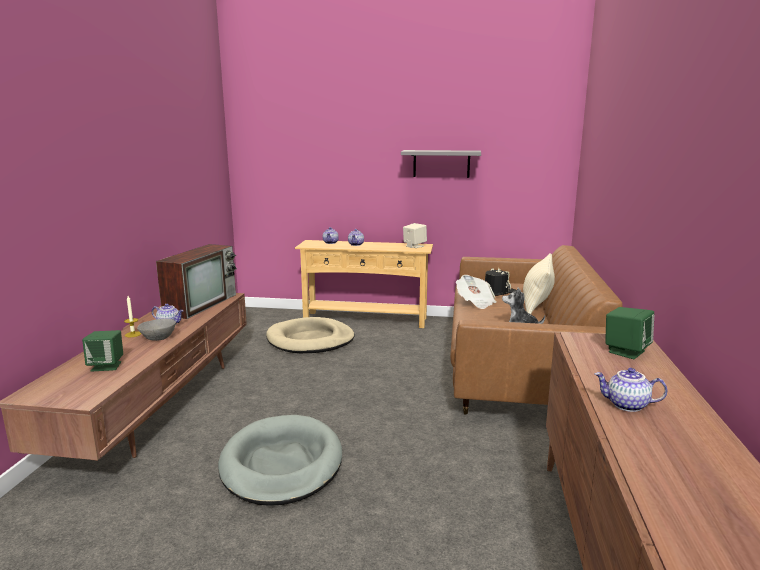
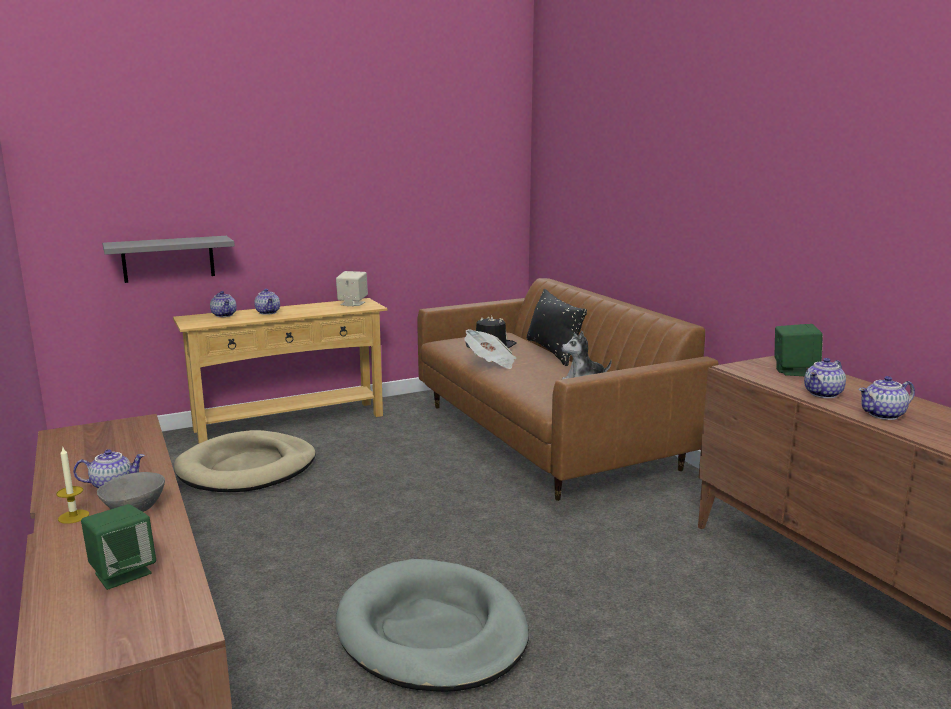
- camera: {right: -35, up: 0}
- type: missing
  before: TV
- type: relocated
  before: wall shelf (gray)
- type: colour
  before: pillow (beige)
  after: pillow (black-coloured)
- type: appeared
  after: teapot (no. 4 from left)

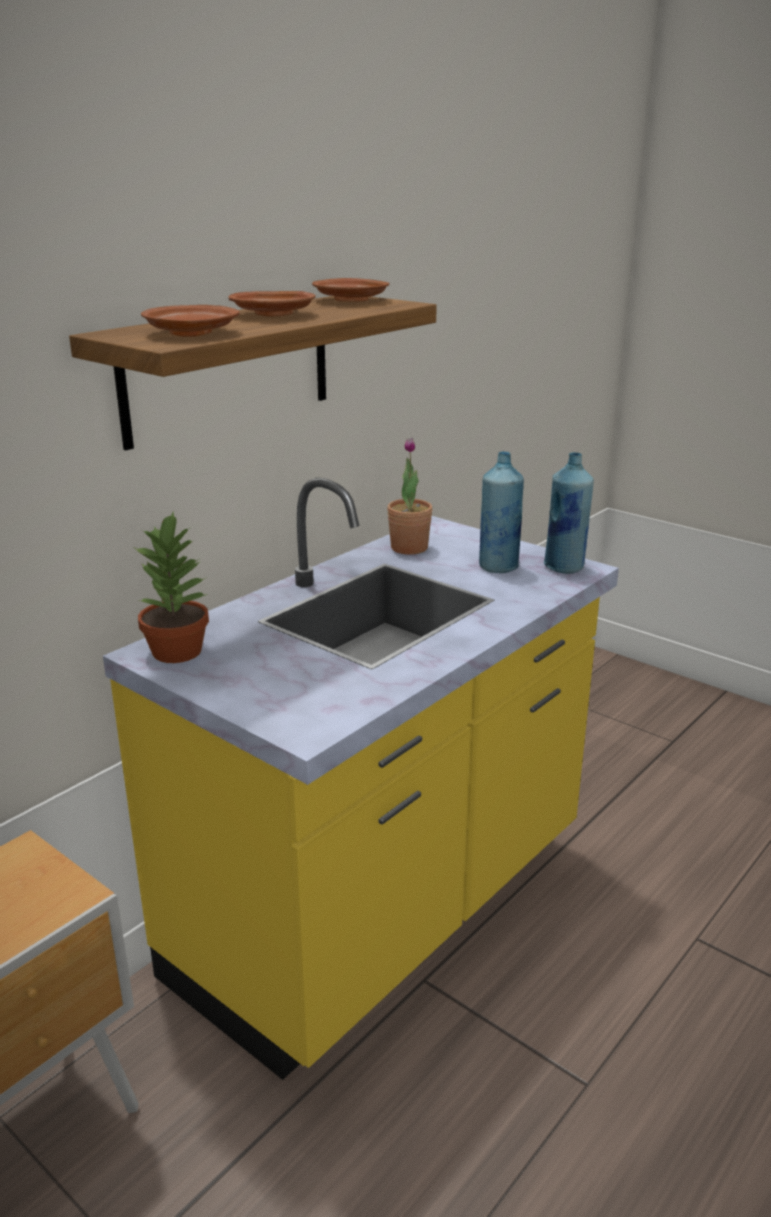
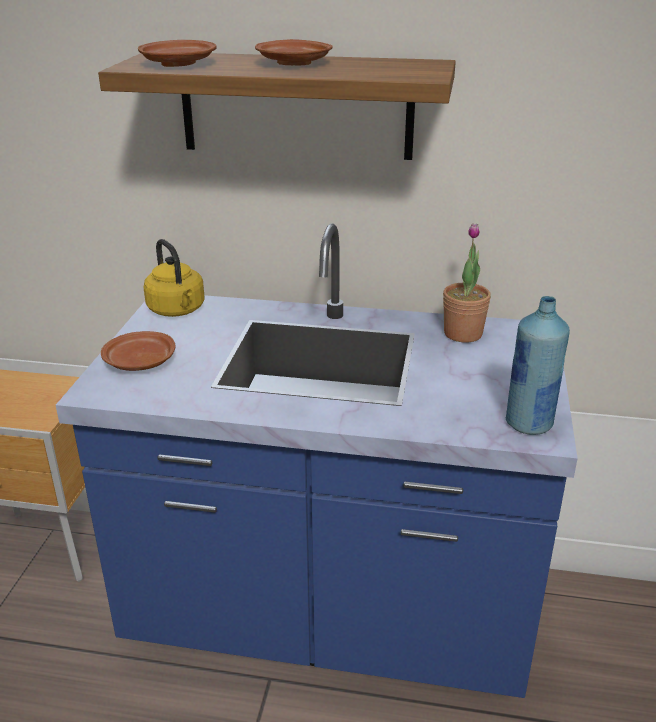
- camera: {right: 60, up: 5}
- type: colour
  before: kitchen counter (yellowish)
  after: kitchen counter (blue)
- type: exchanged
  before: potted plant (no. 1 from left)
  after: tea kettle (yellowish)
- type: relocated
  before: dinner plate (brownish) (no. 3 from left in the first image)
  after: dinner plate (brownish) (no. 1 from left)
- type: missing
  before: bottle (blue) (no. 1 from left)

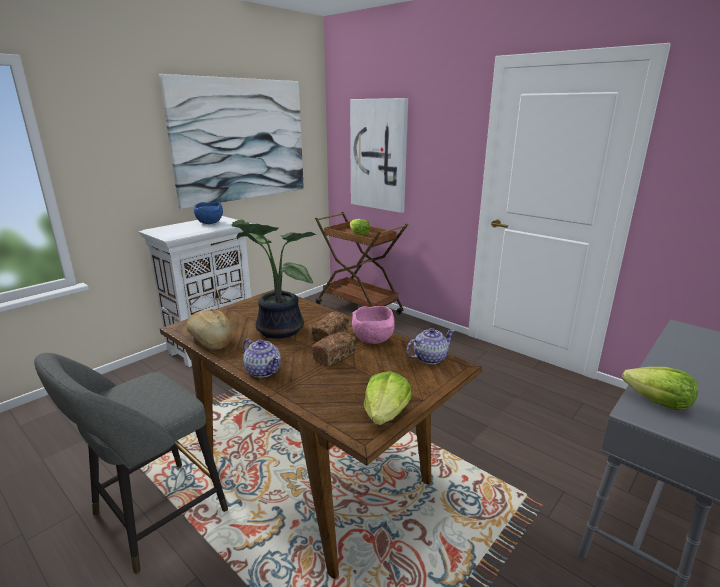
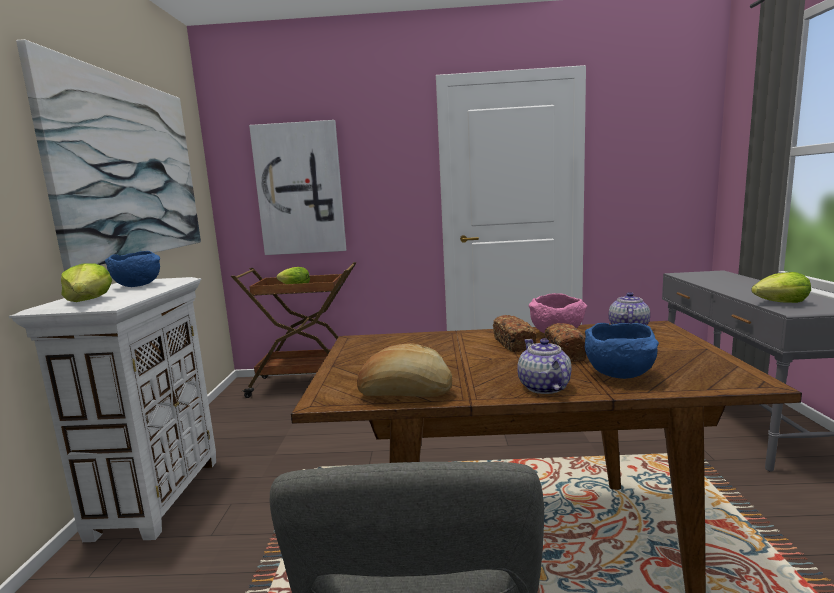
- camera: {right: -40, up: -10}
- type: missing
  before: potted plant
- type: spun
  before: teapot (no. 1 from left)
  turn: -105
- type: relocated
  before: head of lettuce (no. 2 from left in the first image)
  after: head of lettuce (no. 1 from left)
- type: appeared
  after: bowl (blue) (no. 2 from left)

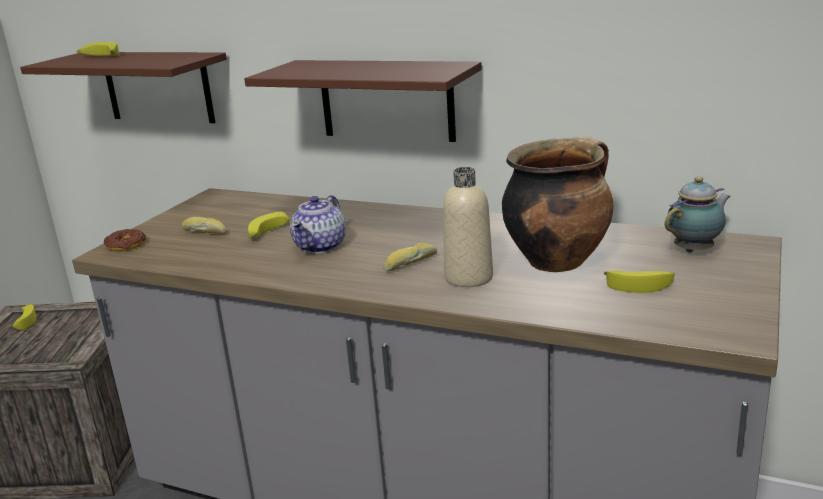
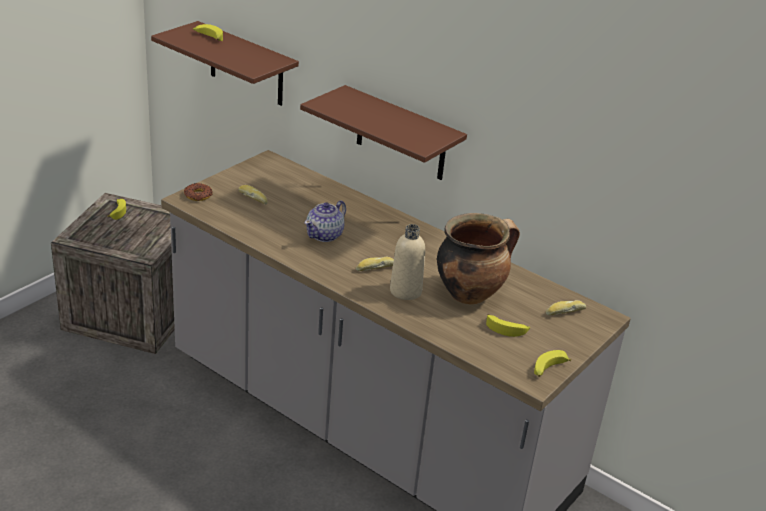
- camera: {right: 10, up: 10}
- type: relocated
  before: banana (no. 3 from left in the first image)
  after: banana (no. 4 from left)
- type: exchanged
  before: teapot (no. 2 from left)
  after: bakery bread (no. 3 from left)

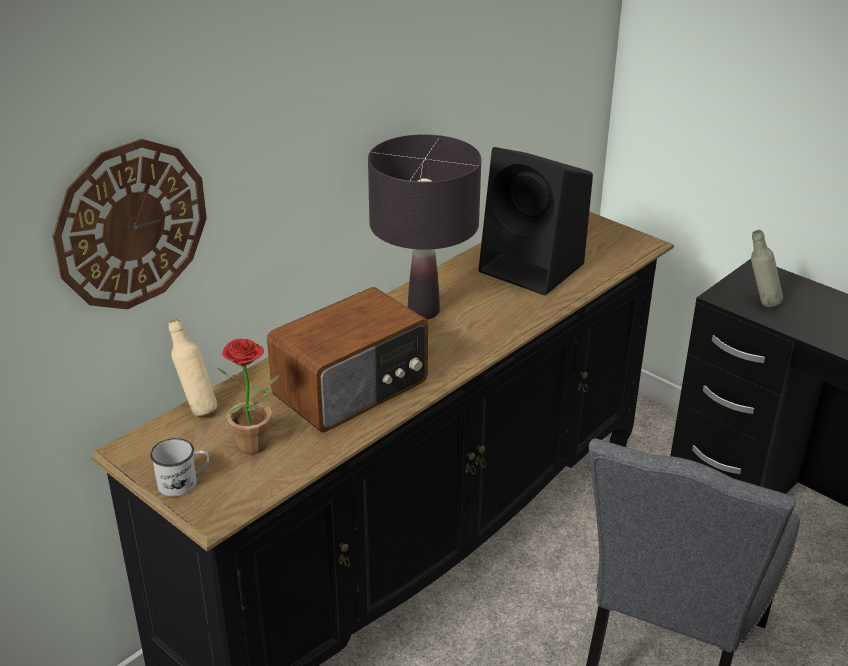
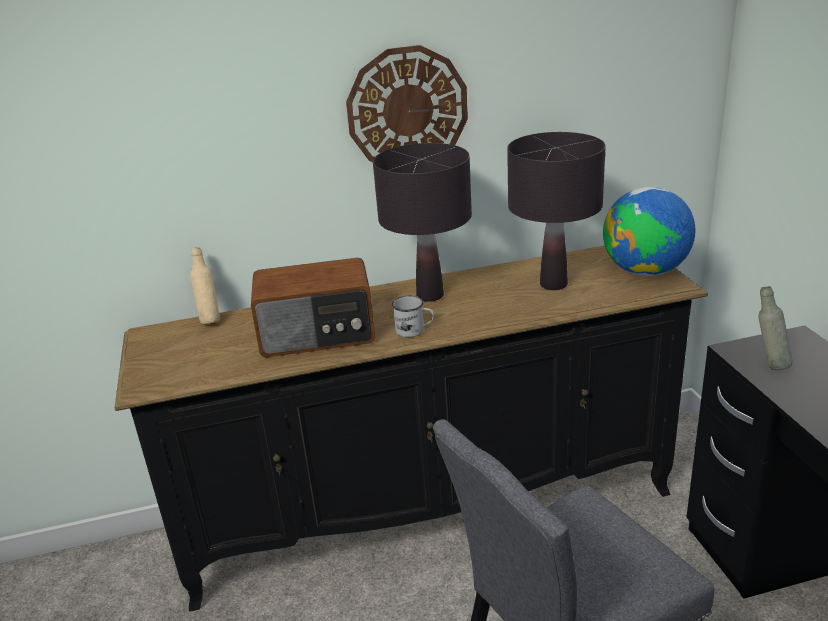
- camera: {right: 35, up: -5}
- type: relocated
  before: clock on the wall
- type: relocated
  before: coffee mug (white-coloured)
- type: missing
  before: potted plant
- type: exchanged
  before: speaker (black-coloured)
  after: tabletop lamp (black-coloured) (no. 2 from left)
- type: appeared
  after: globe

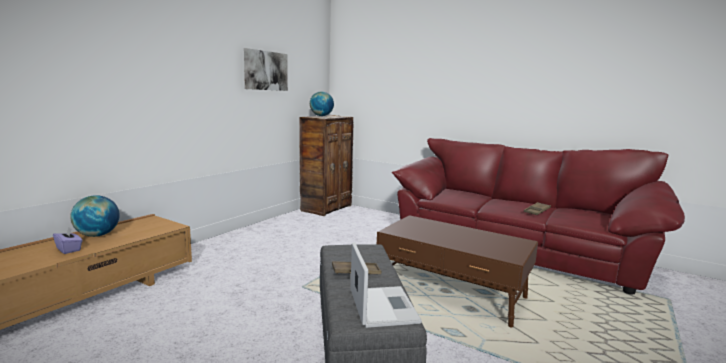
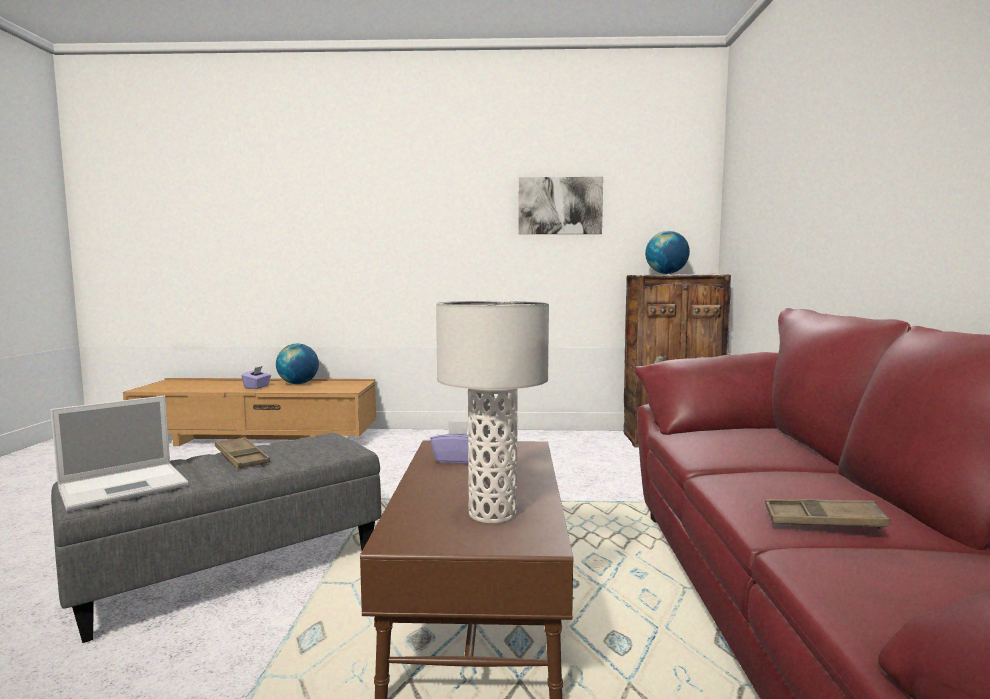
- camera: {right: 60, up: -5}
- type: appeared
  after: box of tissues (purple-coloured) (no. 2 from left)
- type: appeared
  after: tabletop lamp (white-coloured)

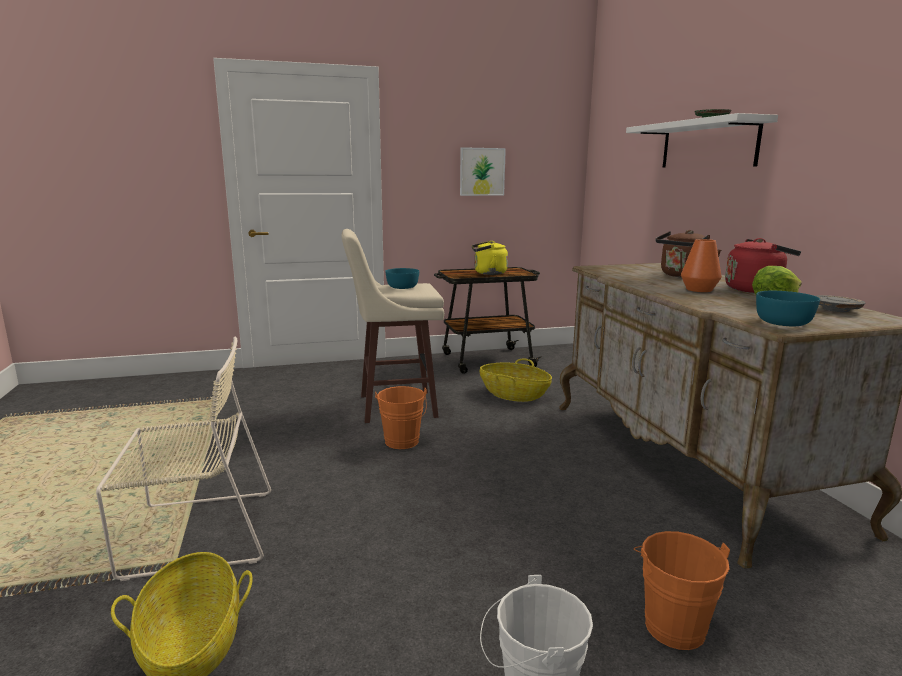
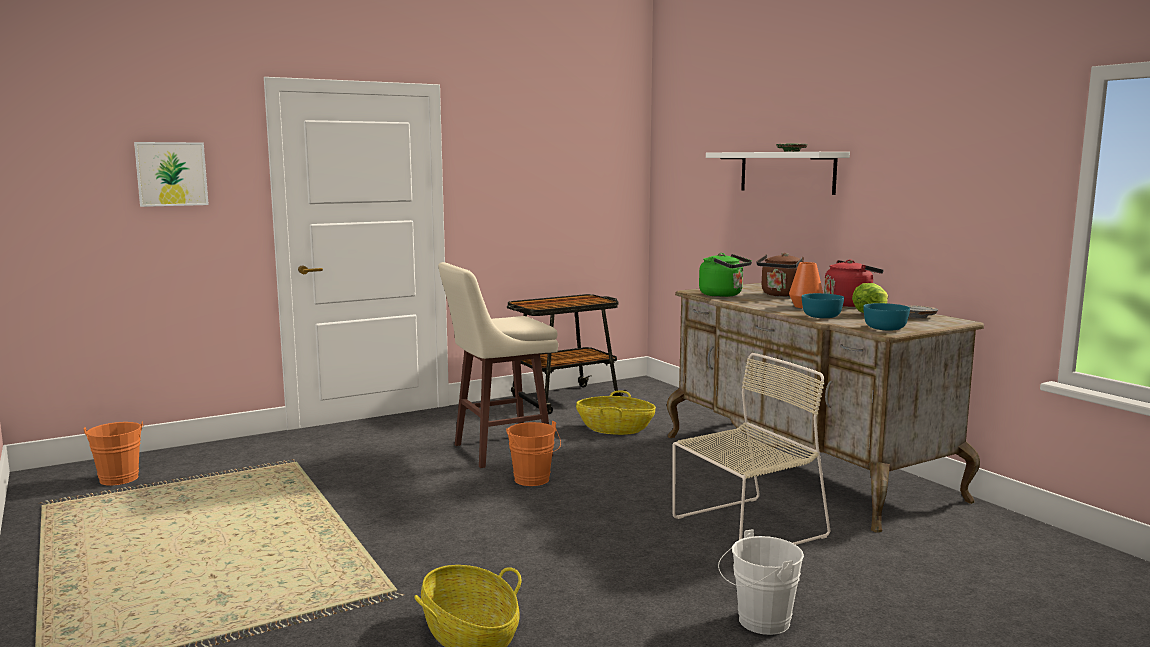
- camera: {right: -15, up: -5}
- type: relocated
  before: chair (beige)
- type: relocated
  before: bowl (turquoise) (no. 1 from left)
- type: relocated
  before: wall art
- type: missing
  before: tea kettle (yellowish)
- type: relocated
  before: pail (orange) (no. 2 from left in the first image)
  after: pail (orange) (no. 1 from left)
- type: appeared
  after: tea kettle (greenish)

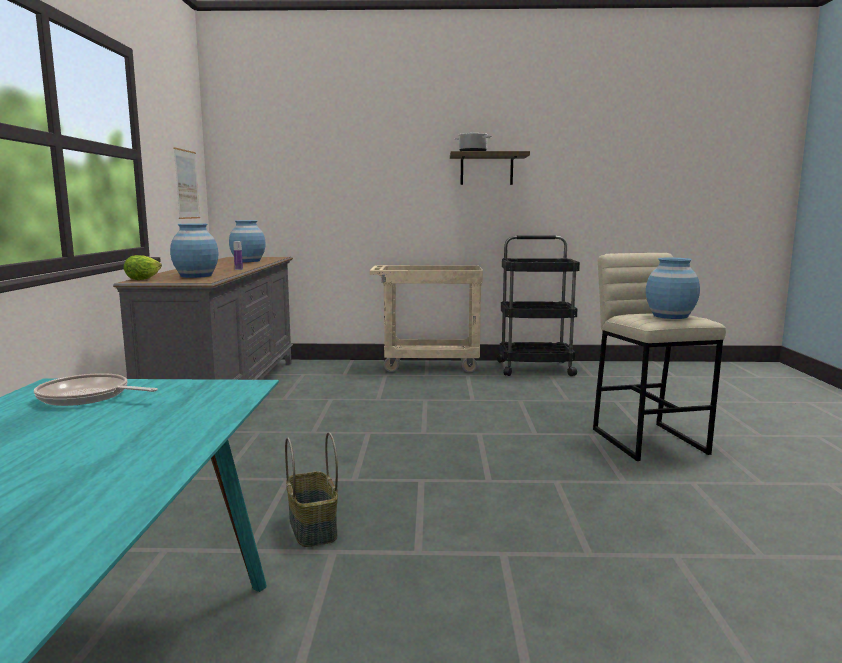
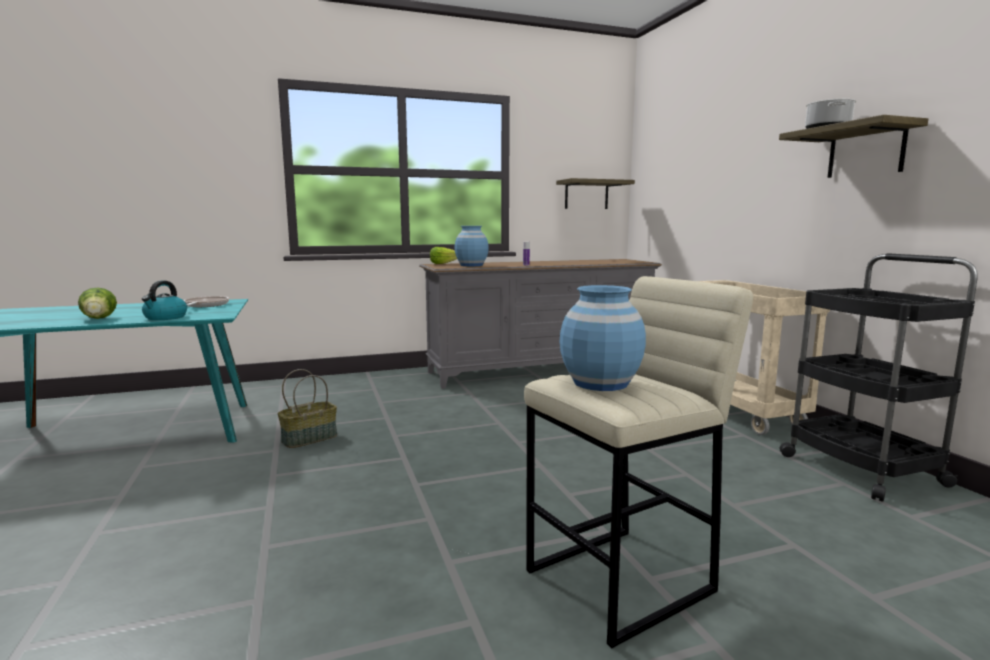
- camera: {right: 70, up: 0}
- type: exchanged
  before: wall art
  after: wall shelf (no. 1 from left)
- type: missing
  before: vase (blue) (no. 2 from left)
- type: appeared
  after: head of lettuce (no. 1 from left)
- type: appeared
  after: tea kettle

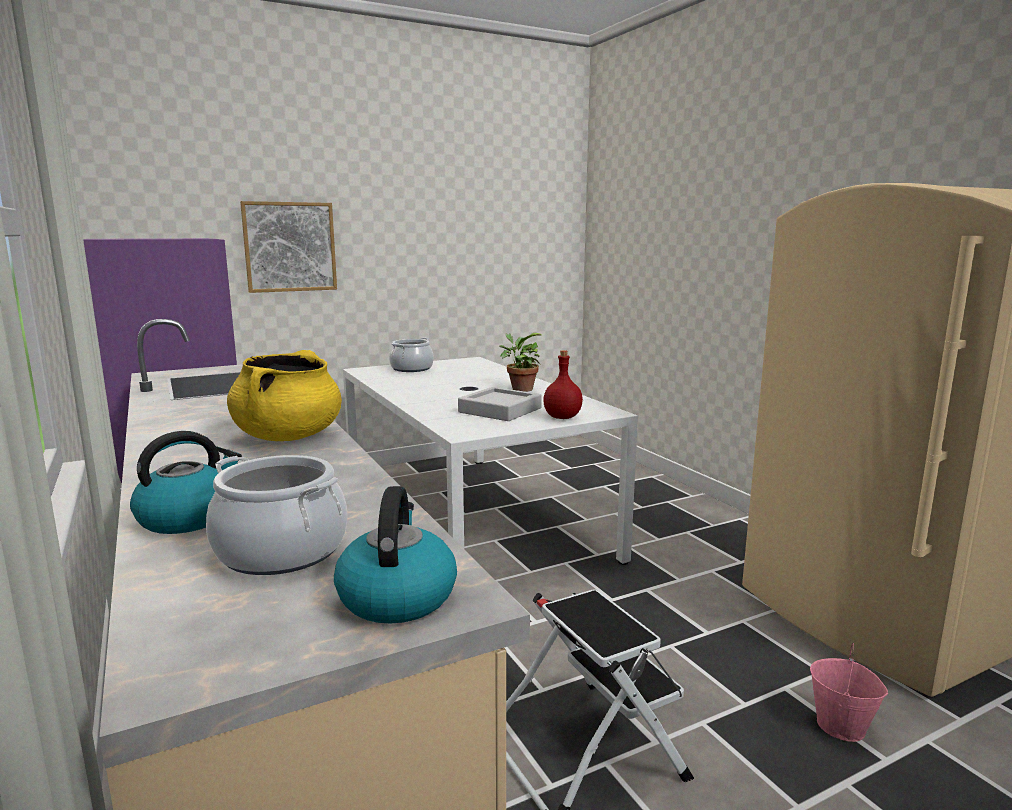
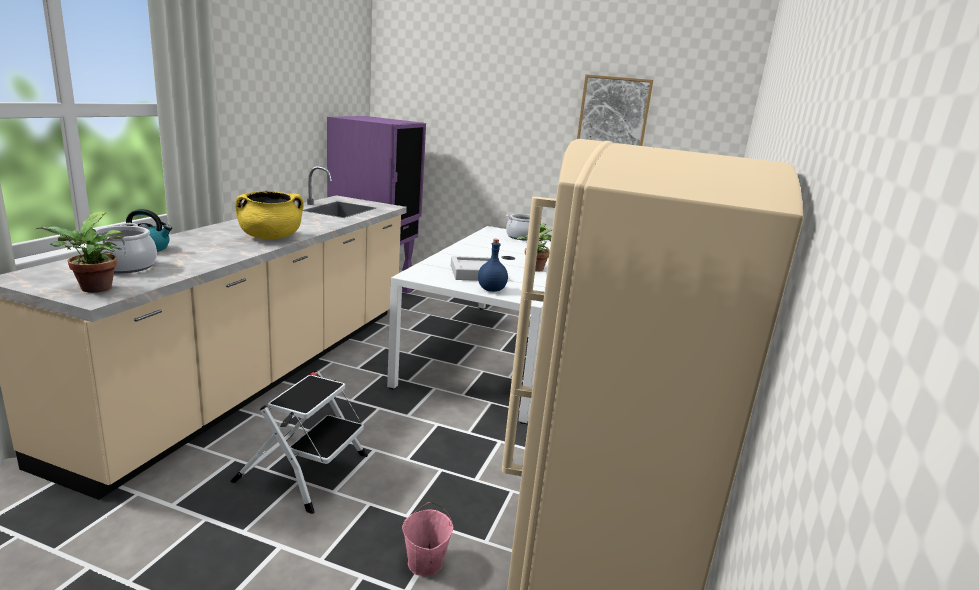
- camera: {right: 45, up: 5}
- type: relocated
  before: wall art
- type: exchanged
  before: tea kettle (no. 2 from left)
  after: potted plant (no. 1 from left)
- type: colour
  before: bottle (reddish)
  after: bottle (blue)

